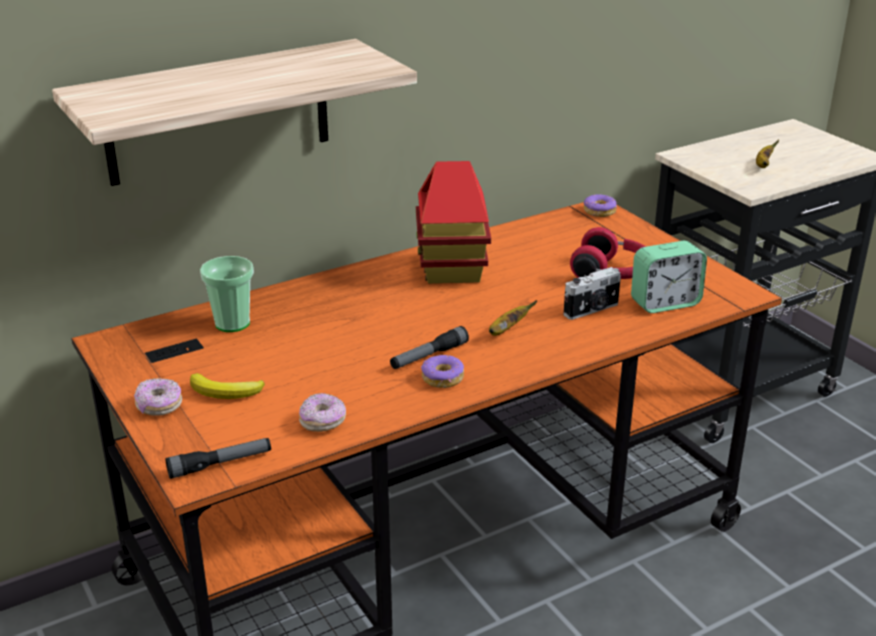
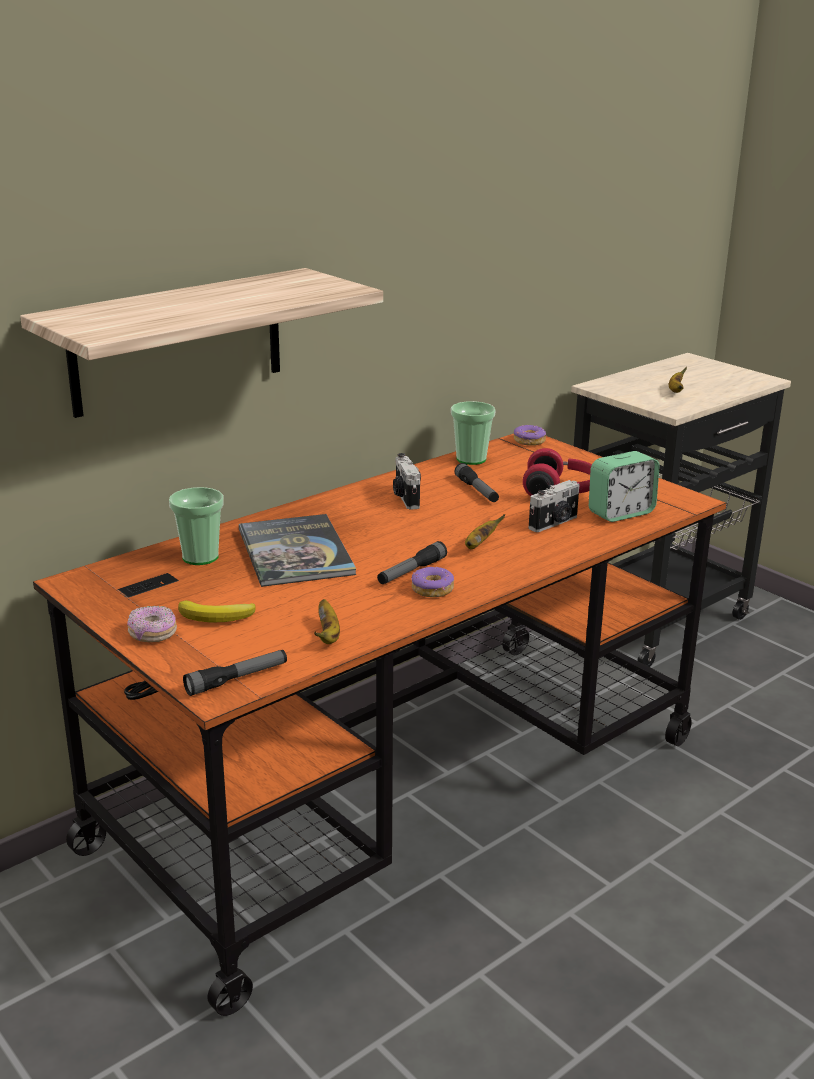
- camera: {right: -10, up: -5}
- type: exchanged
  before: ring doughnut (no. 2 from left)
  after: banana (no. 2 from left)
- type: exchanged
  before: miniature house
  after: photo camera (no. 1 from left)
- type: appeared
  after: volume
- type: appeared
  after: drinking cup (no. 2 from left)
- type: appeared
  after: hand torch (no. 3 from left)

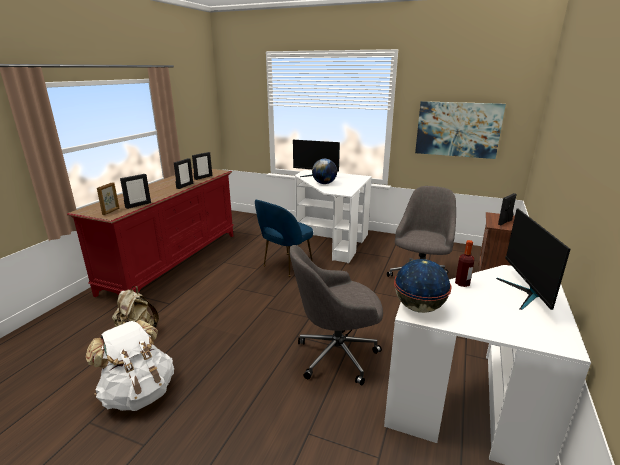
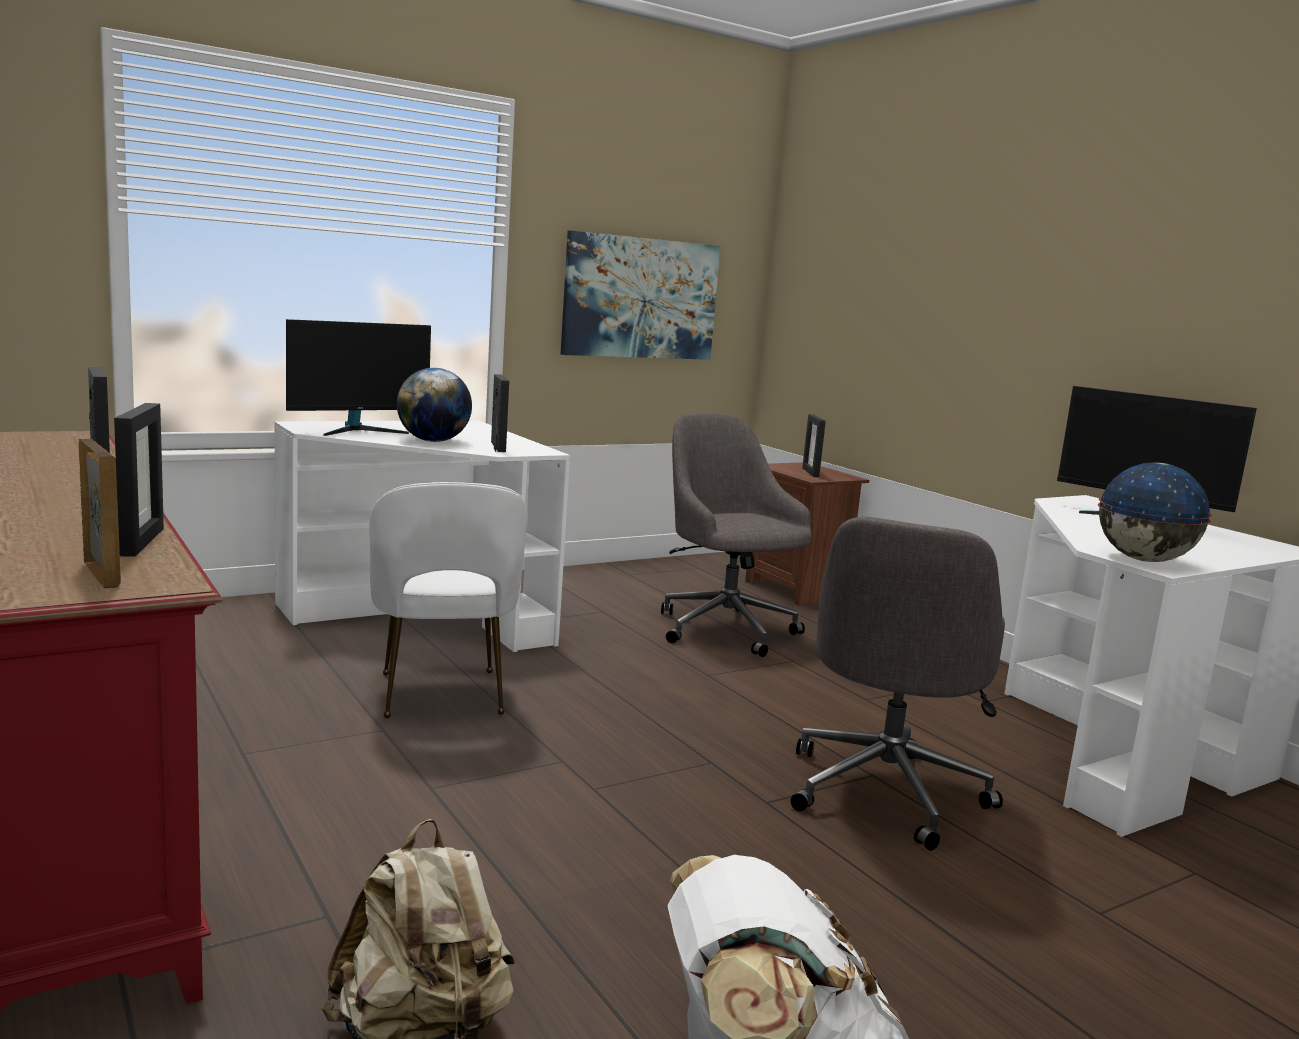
- camera: {right: -55, up: -10}
- type: relocated
  before: picture frame (no. 4 from left)
- type: colour
  before: chair (blue)
  after: chair (white-coloured)
- type: missing
  before: bottle

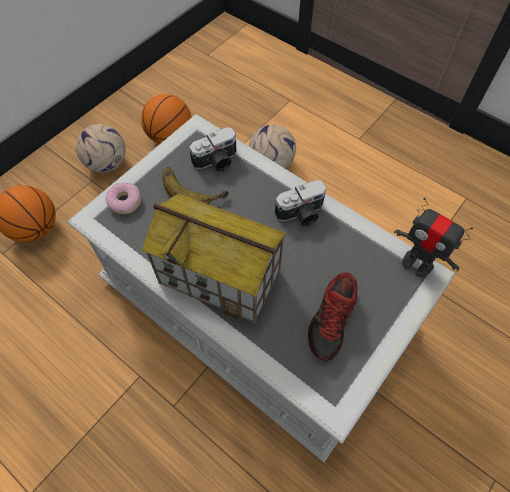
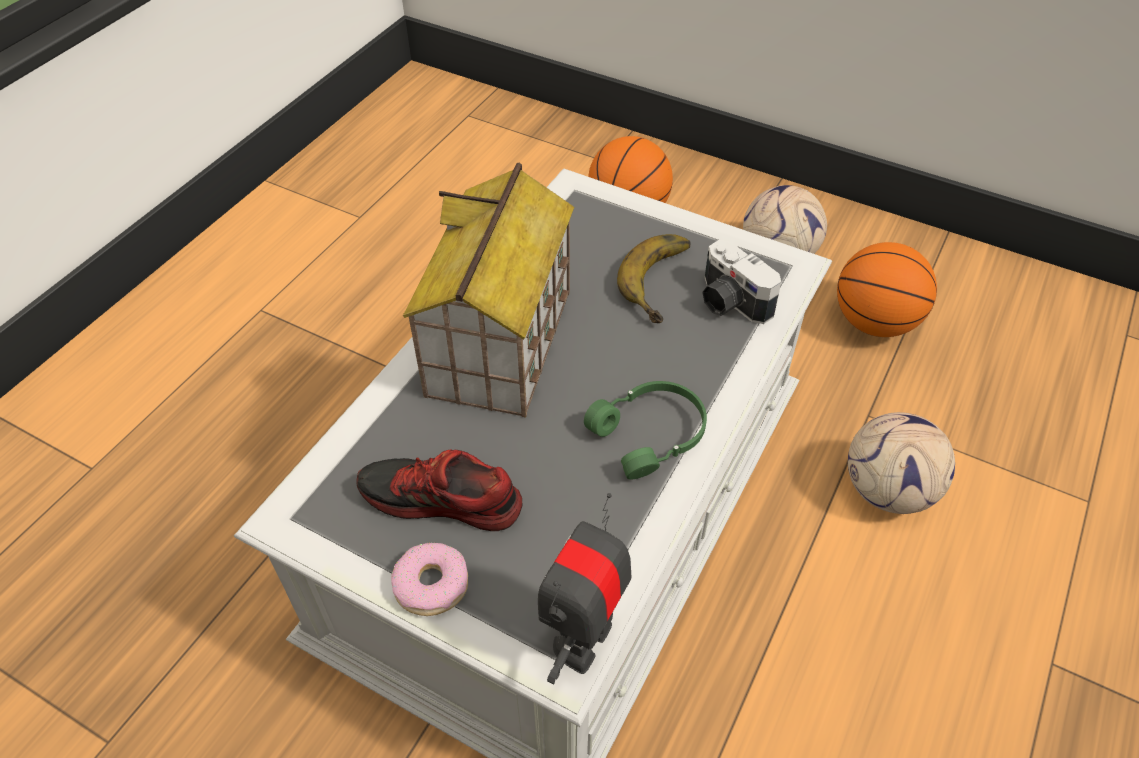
- camera: {right: 80, up: -10}
- type: relocated
  before: ring doughnut
- type: exchanged
  before: photo camera (no. 2 from left)
  after: pair of headphones (greenish)

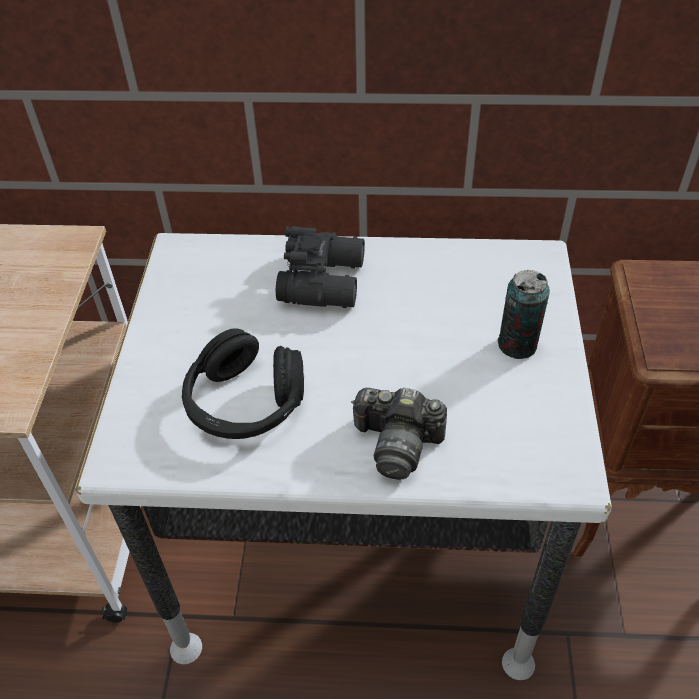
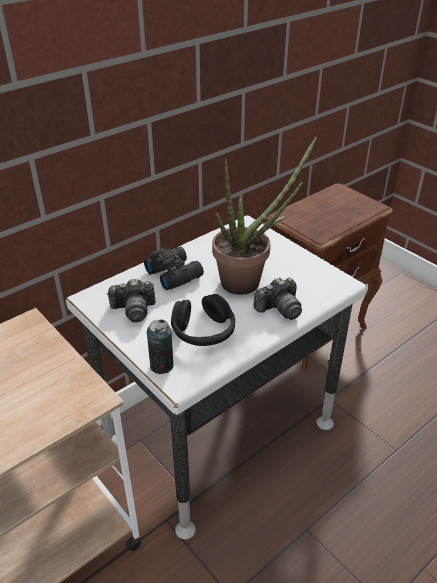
- camera: {right: -45, up: -10}
- type: relocated
  before: sealed can
- type: appeared
  after: photo camera (no. 1 from left)
- type: appeared
  after: potted plant

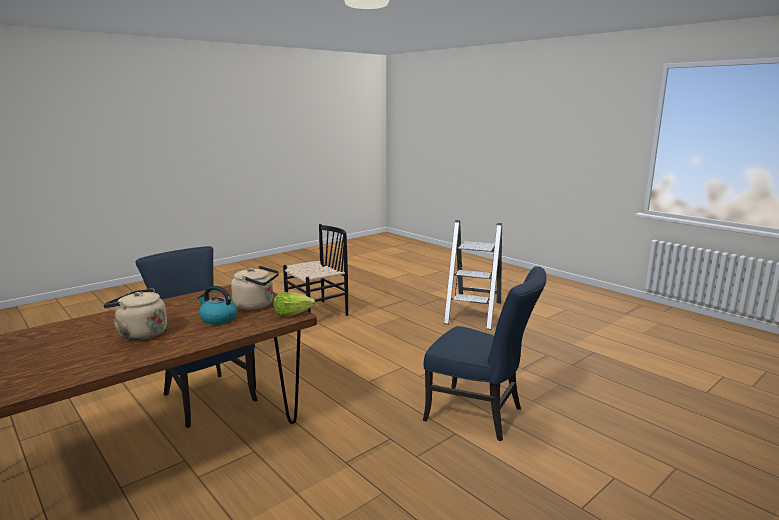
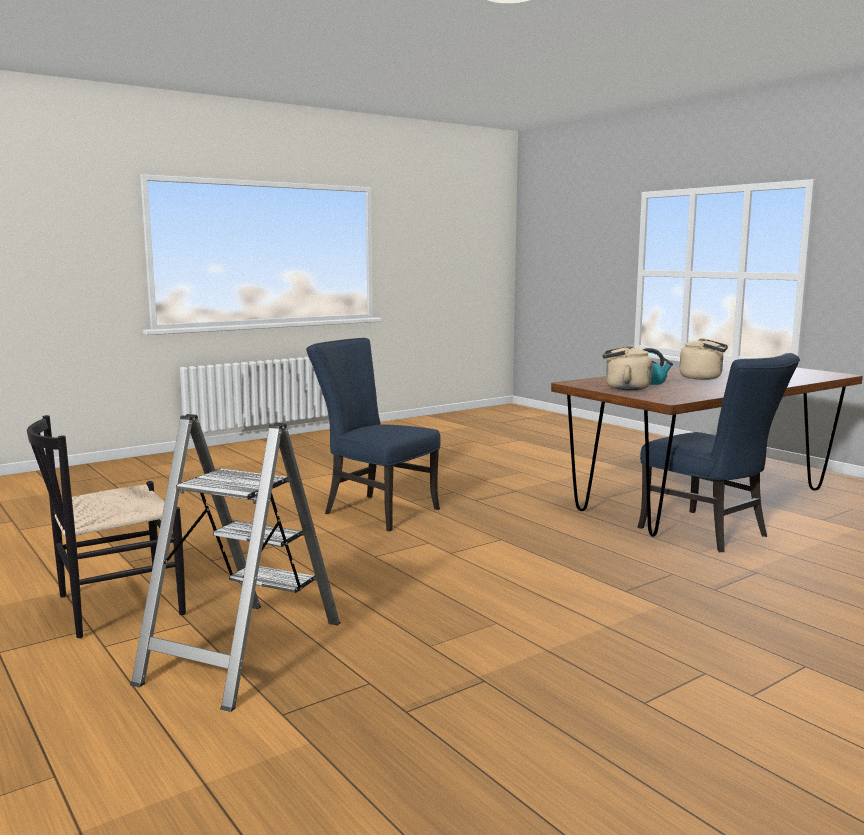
- camera: {right: -175, up: -5}
- type: missing
  before: head of lettuce
- type: relocated
  before: chair (black-coloured)

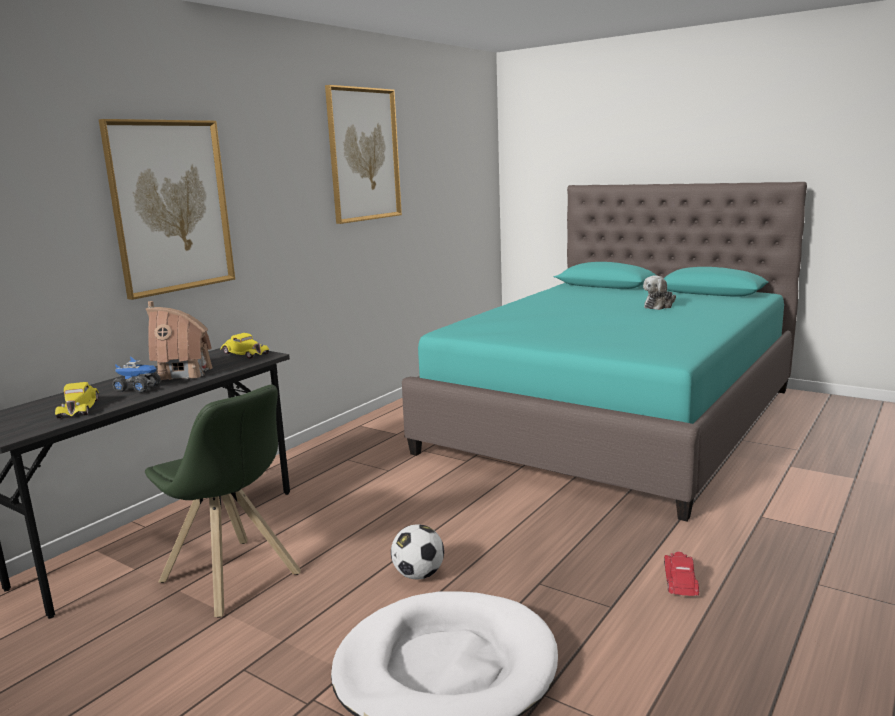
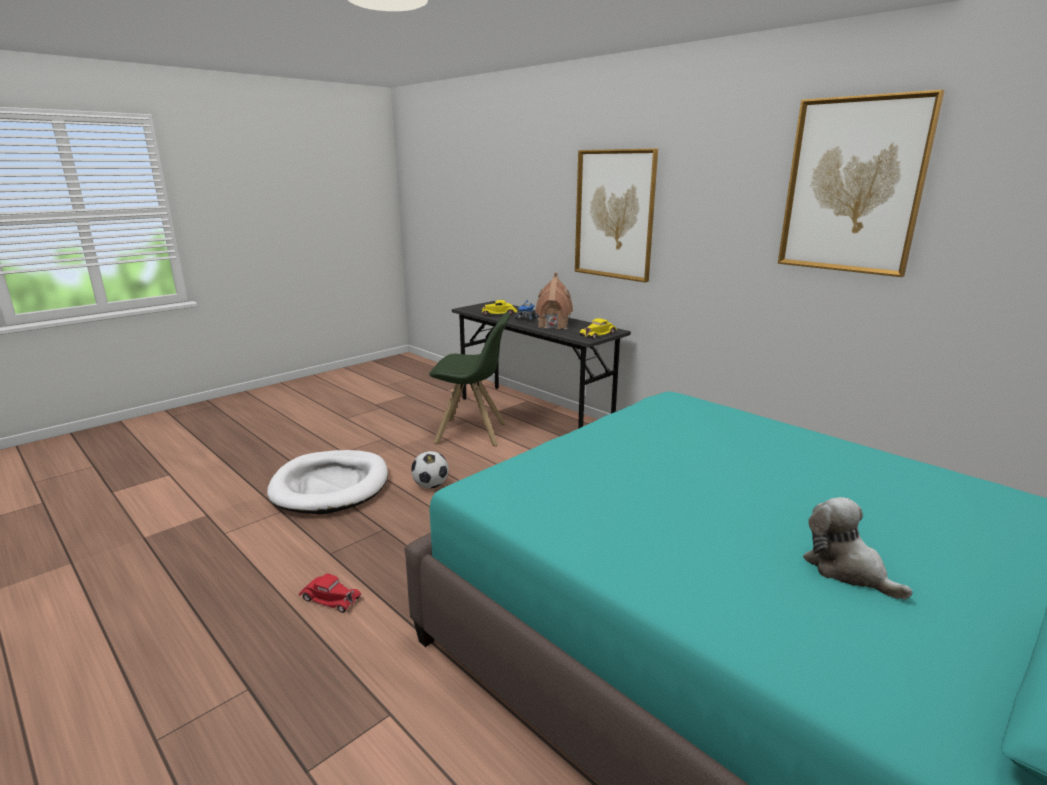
- camera: {right: 100, up: 5}
- type: spun
  before: chair (greenish)
  turn: -135

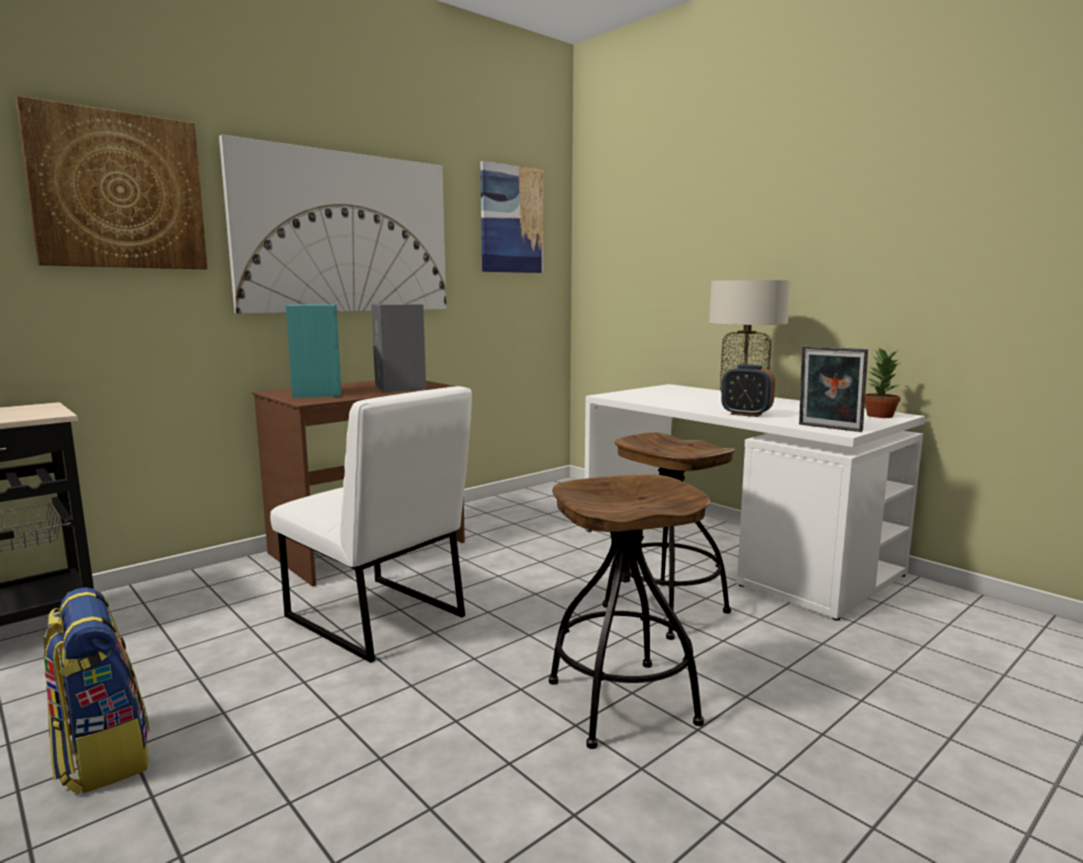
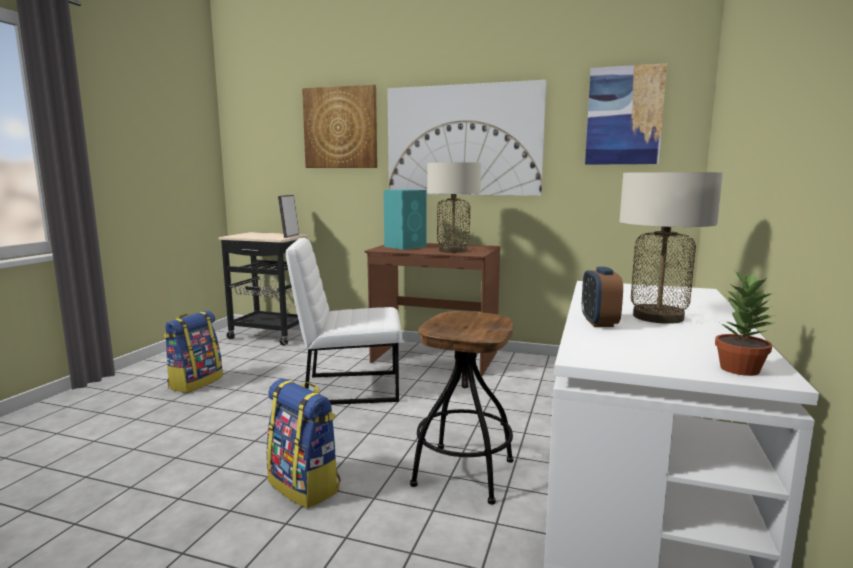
- camera: {right: 60, up: 0}
- type: spun
  before: chair (white-coloured)
  turn: 75
- type: exchanged
  before: speaker (gray)
  after: tabletop lamp (no. 1 from left)
- type: exchanged
  before: stool (brownish) (no. 1 from left)
  after: rucksack (no. 2 from left)
- type: relocated
  before: picture frame

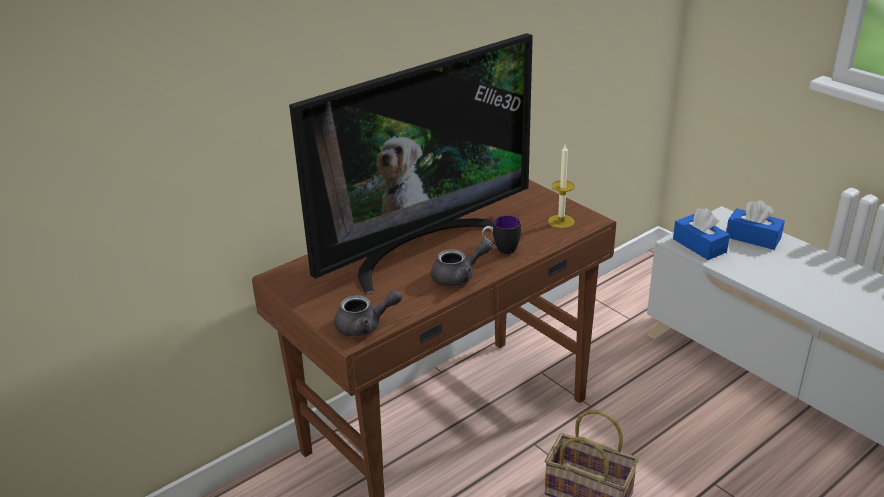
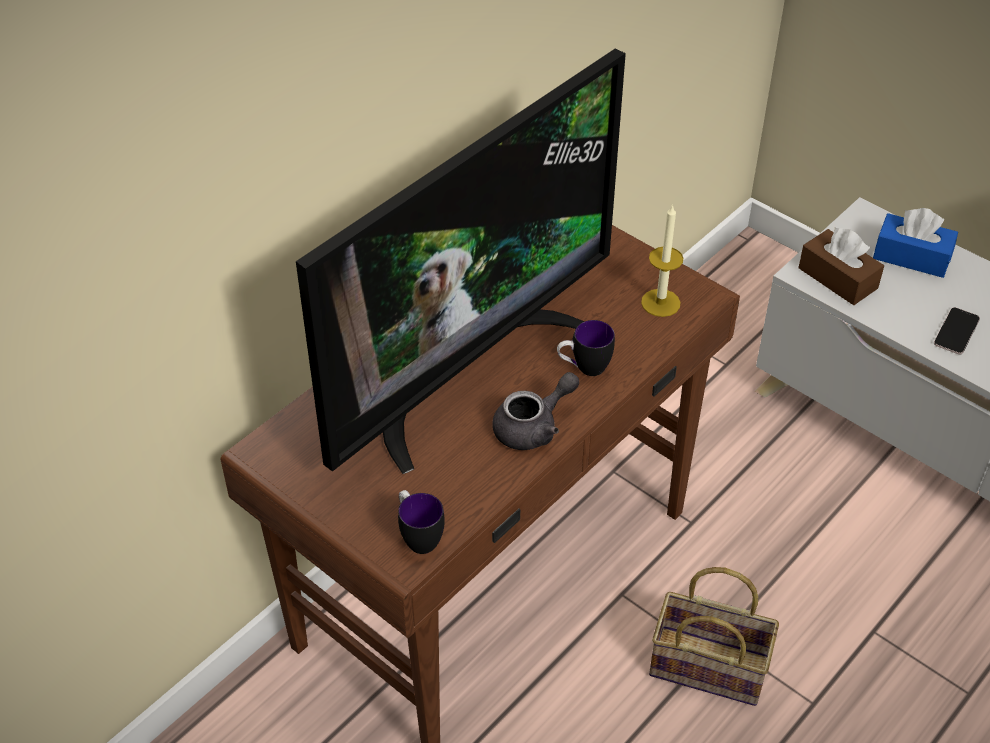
- camera: {right: -10, up: 15}
- type: exchanged
  before: teapot (gray) (no. 1 from left)
  after: coffee mug (no. 1 from left)
- type: colour
  before: box of tissues (blue) (no. 1 from left)
  after: box of tissues (brownish)
- type: appeared
  after: telephone

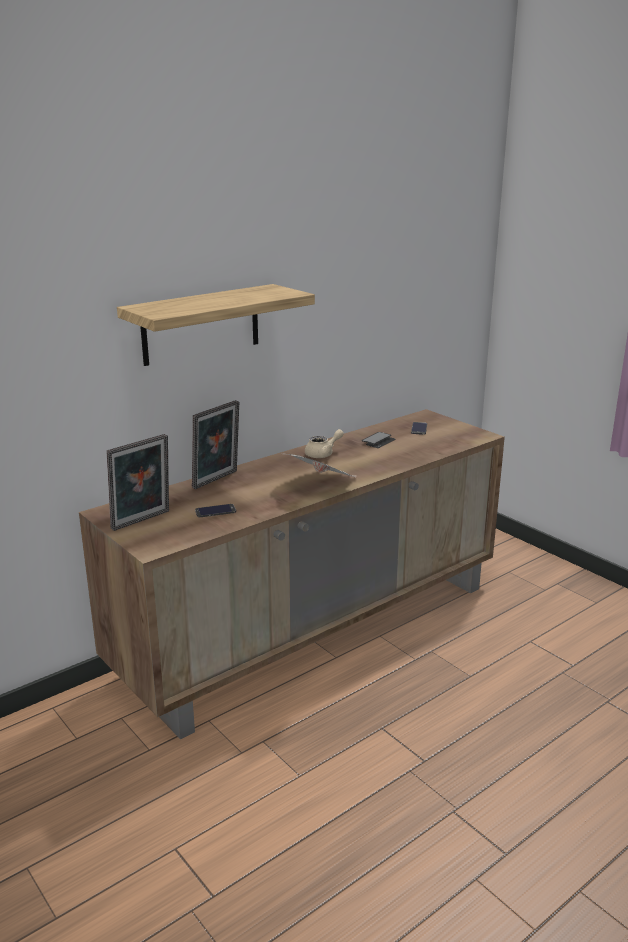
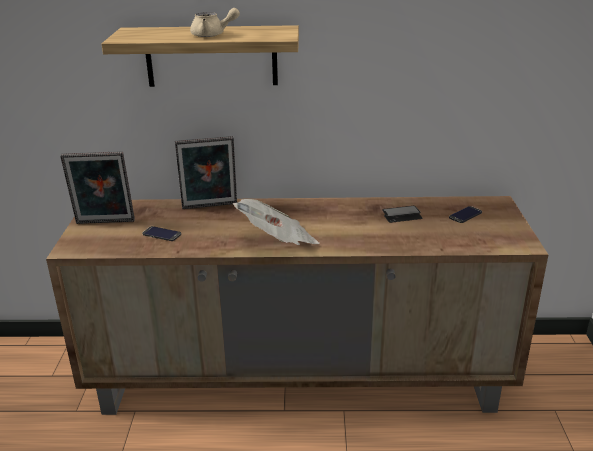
- camera: {right: 40, up: 5}
- type: relocated
  before: teapot (beige)

